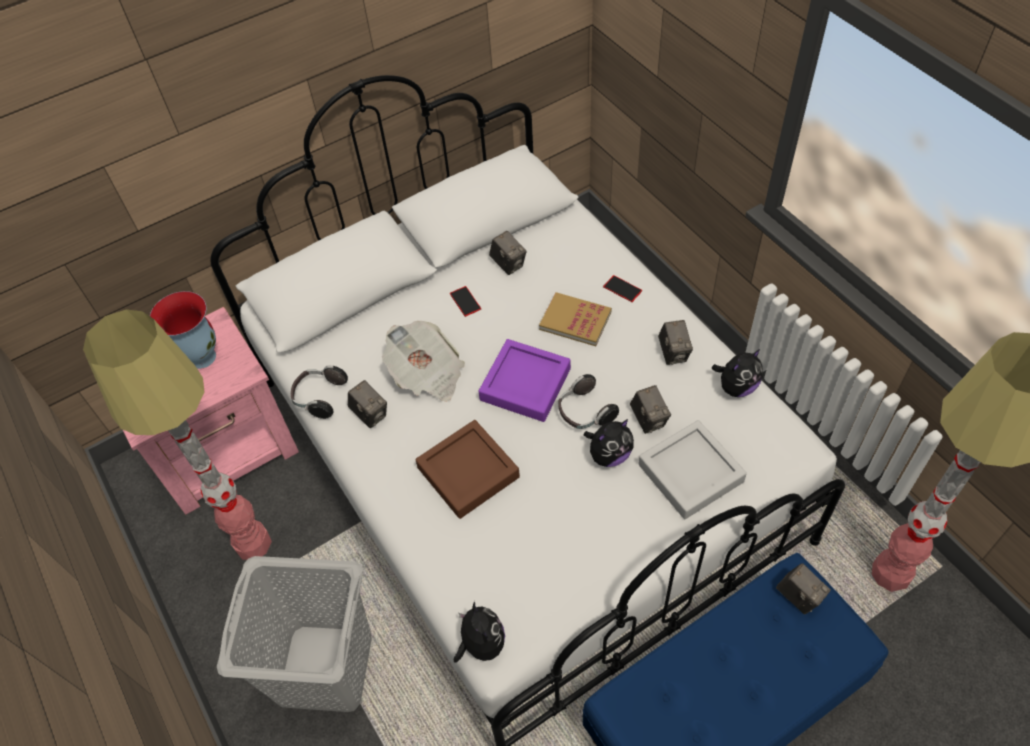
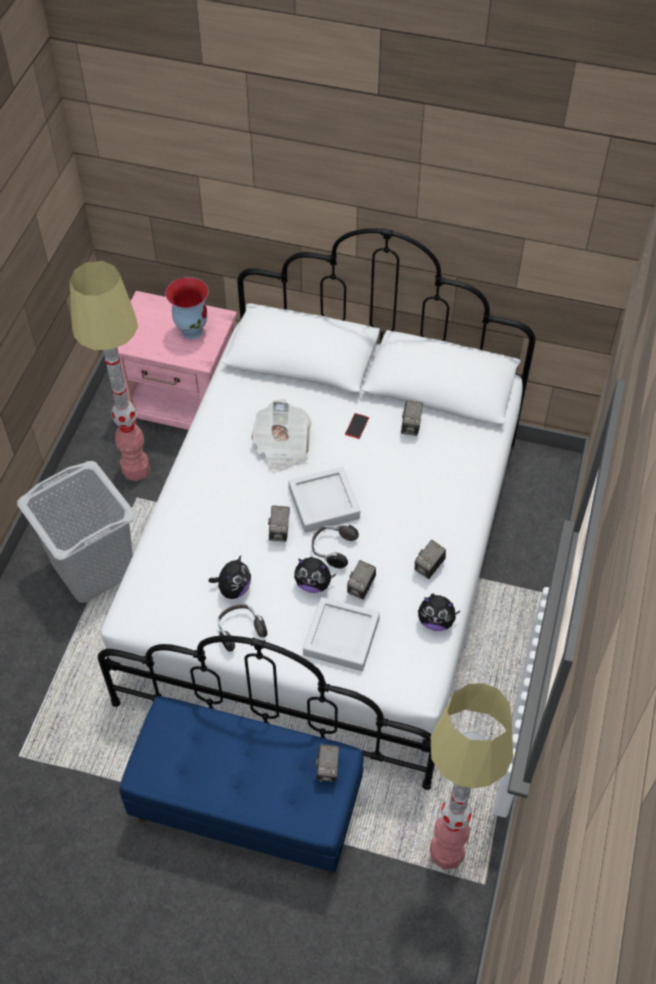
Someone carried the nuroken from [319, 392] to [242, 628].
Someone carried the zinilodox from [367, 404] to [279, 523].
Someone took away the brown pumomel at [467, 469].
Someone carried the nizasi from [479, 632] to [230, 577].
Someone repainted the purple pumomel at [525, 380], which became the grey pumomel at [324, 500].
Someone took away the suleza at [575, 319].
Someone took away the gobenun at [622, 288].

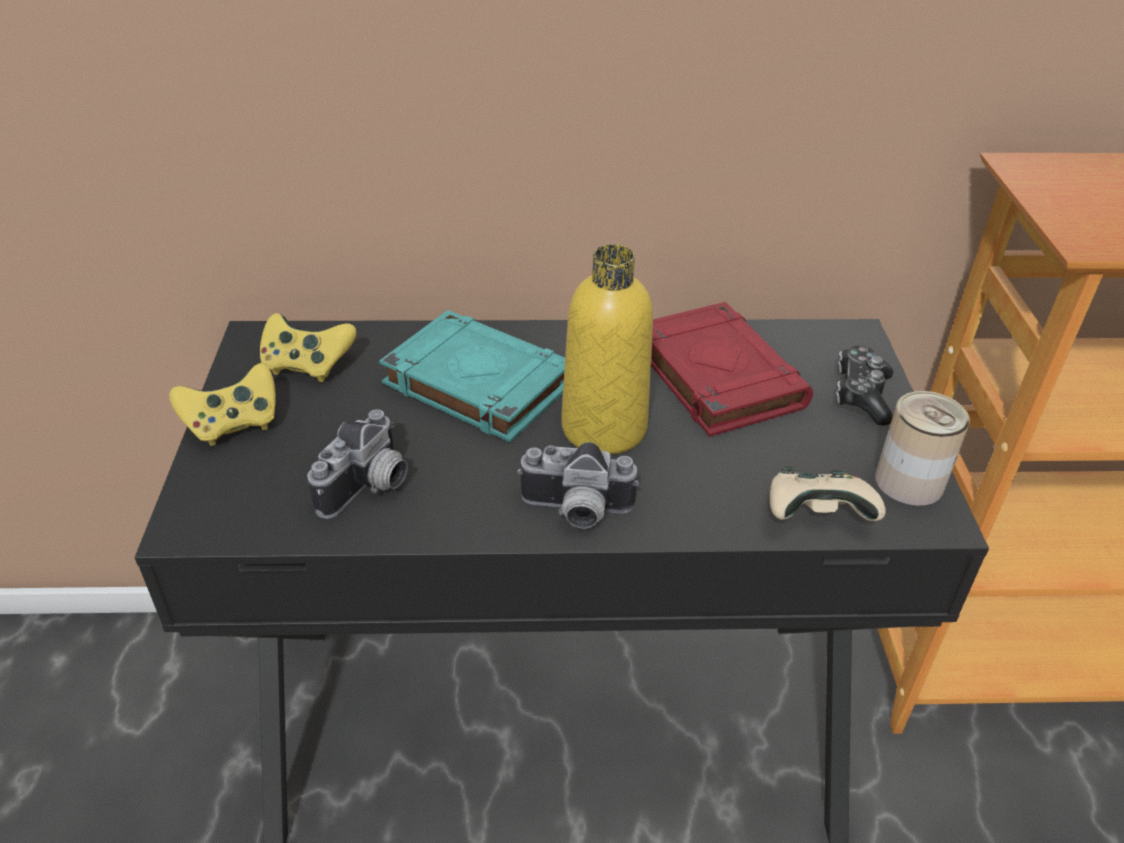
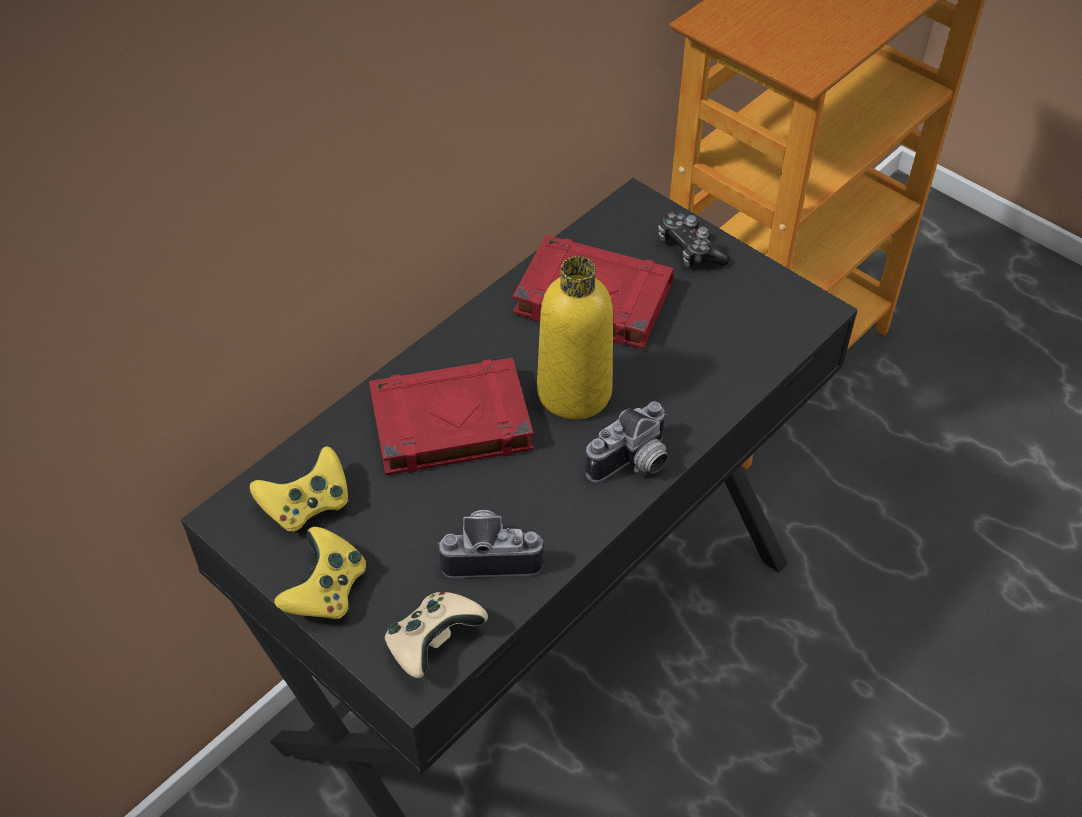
Someone rotated the zinilodox at [357, 464] by 75 degrees counterclockwise.
Someone repainted the turquoise suleza at [472, 376], which became the red suleza at [451, 416].
Someone carried the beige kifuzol from [828, 493] to [436, 635].
Someone took away the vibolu at [922, 448].

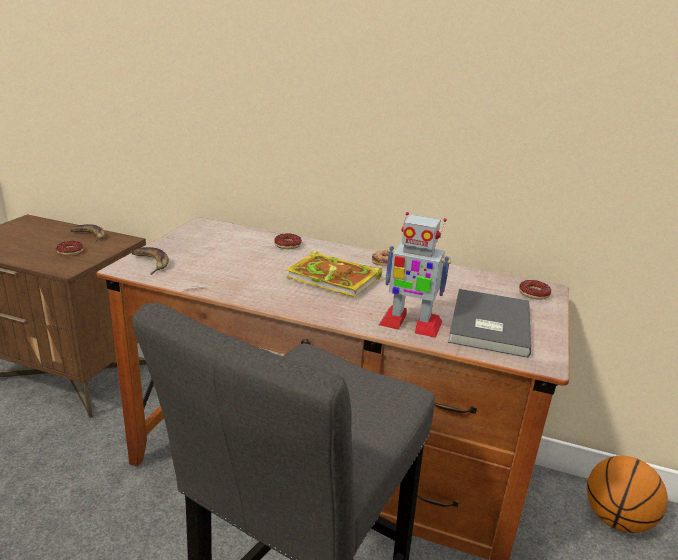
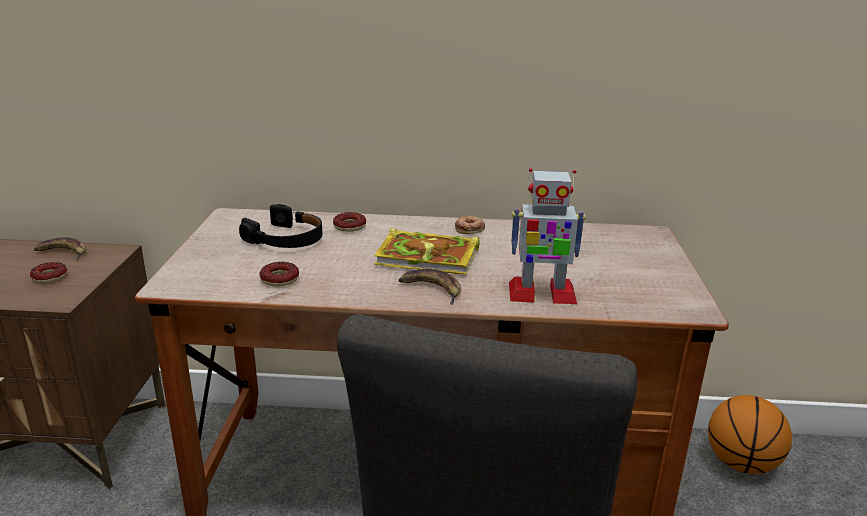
Someone carried the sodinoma from [150, 261] to [429, 287].
Someone took away the grey suleza at [489, 323].
Someone carried the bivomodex from [535, 290] to [279, 274].
Someone put down the black nuroken at [280, 226].

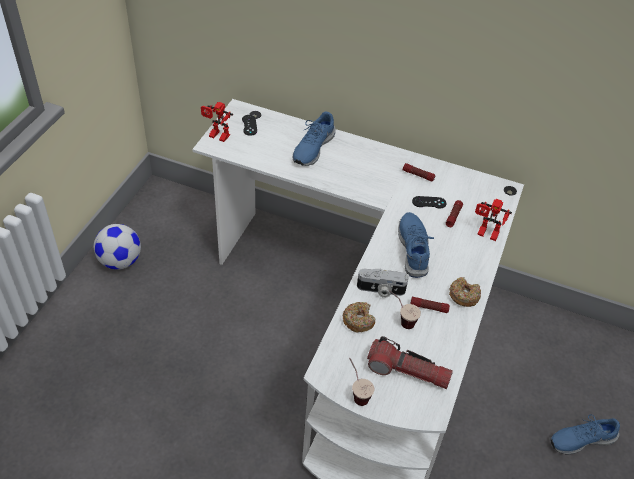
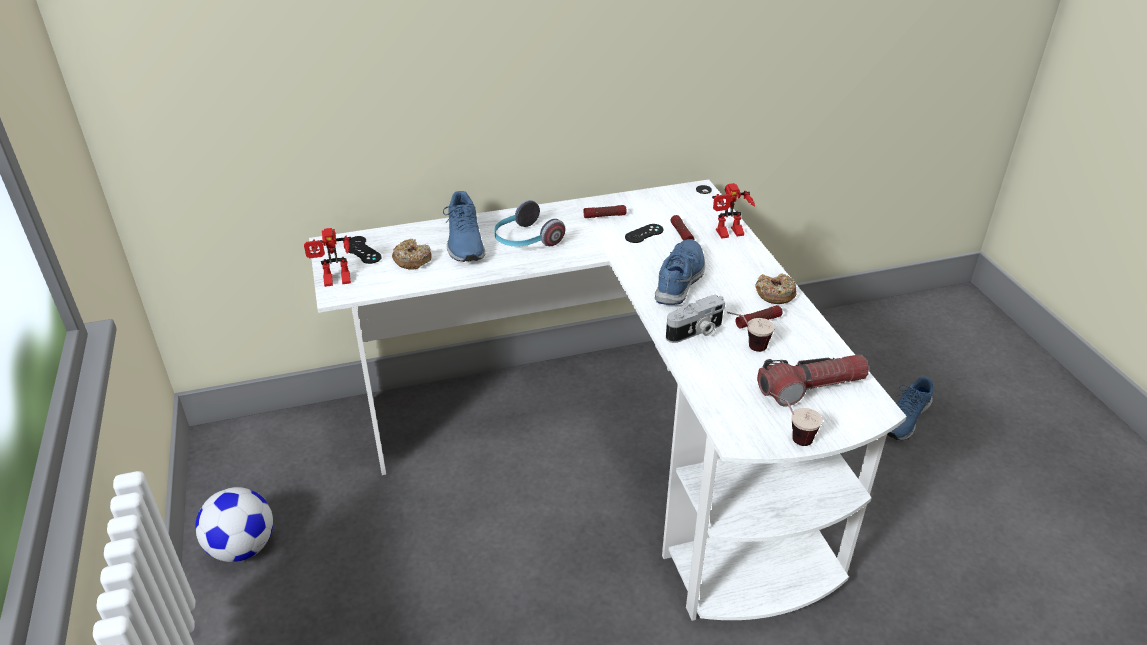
Someone carried the bivomodex from [359, 317] to [411, 254].
Someone rotated the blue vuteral at [416, 245] by 60 degrees clockwise.
Someone put down the nuroken at [529, 223].

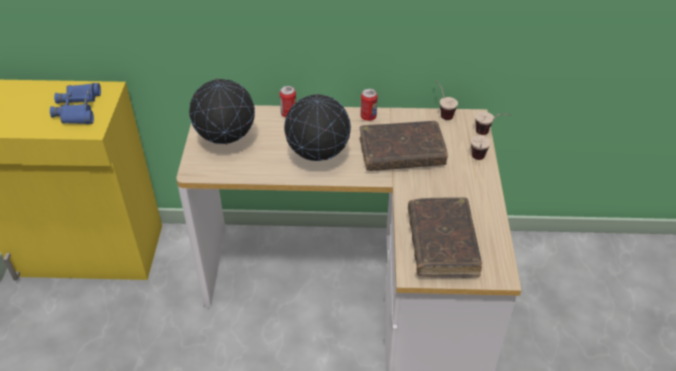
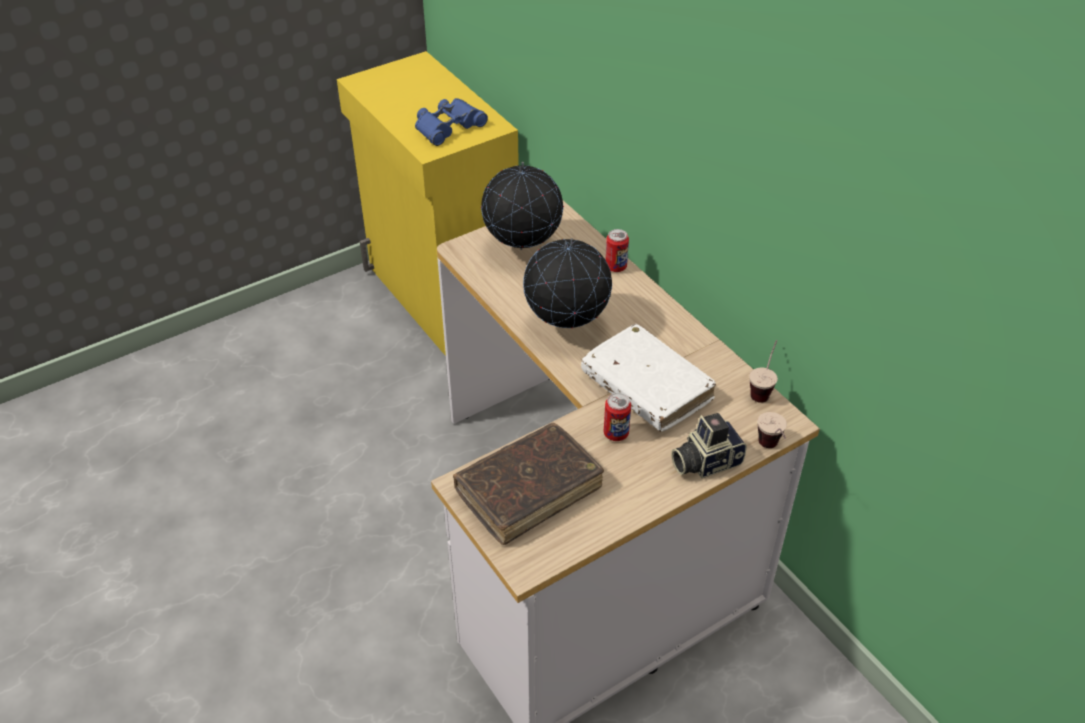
Someone carried the vibolu from [369, 105] to [617, 417].
Someone repainted the brown suleza at [404, 146], which became the white suleza at [648, 378].
Someone swapped the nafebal at [481, 148] for the zinilodox at [709, 445].

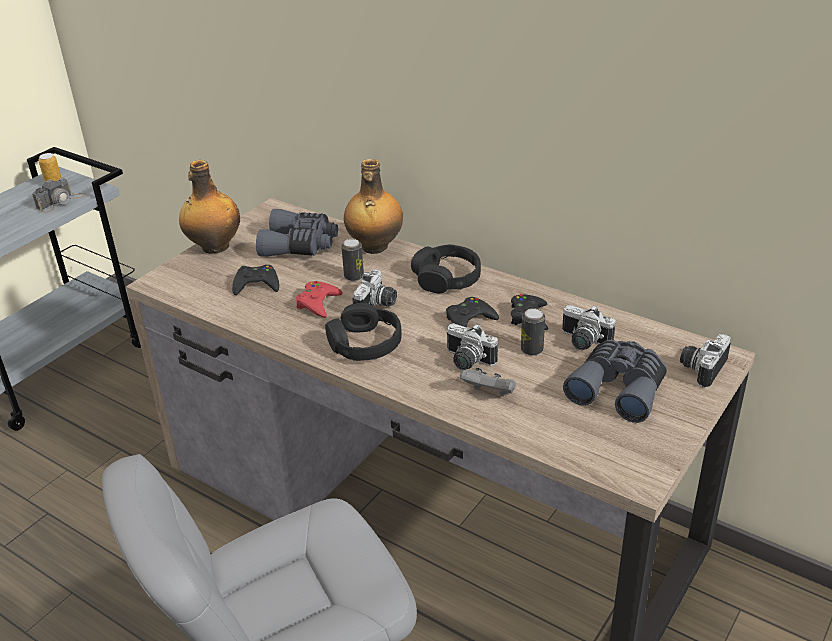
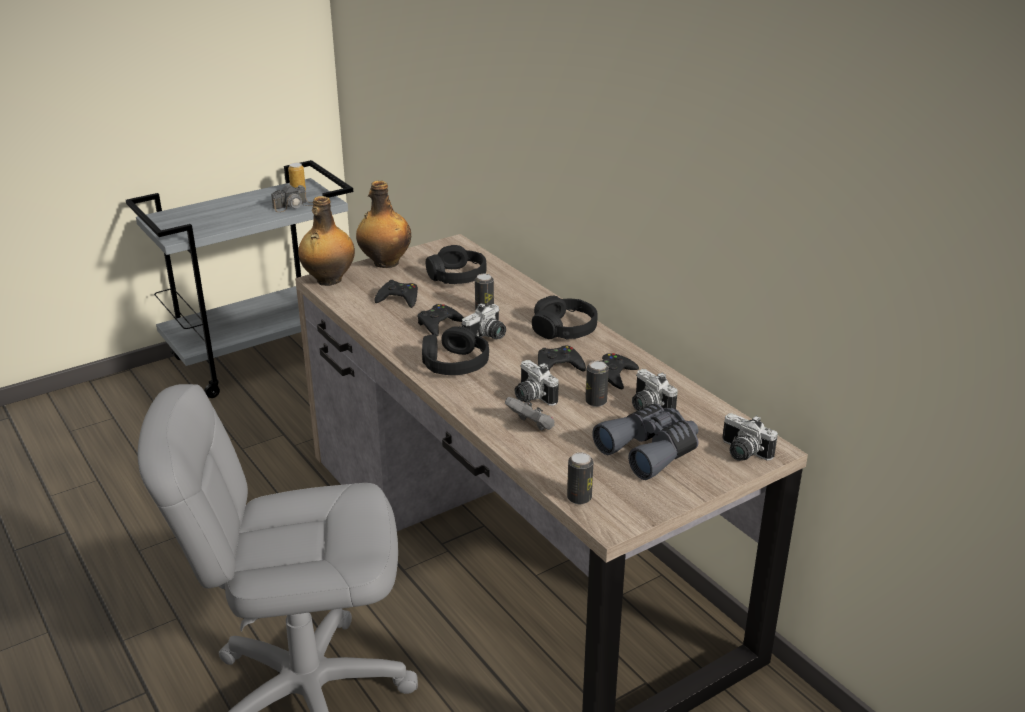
Someone swapped the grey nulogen at [297, 233] for the black nuroken at [456, 264].
Someone repainted the red kifuzol at [319, 299], which became the black kifuzol at [440, 320].
Someone carried the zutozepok from [373, 206] to [326, 241].
Someone rotated the zinilodox at [705, 361] by 105 degrees counterclockwise.
Someone put down the vibolu at [580, 478].

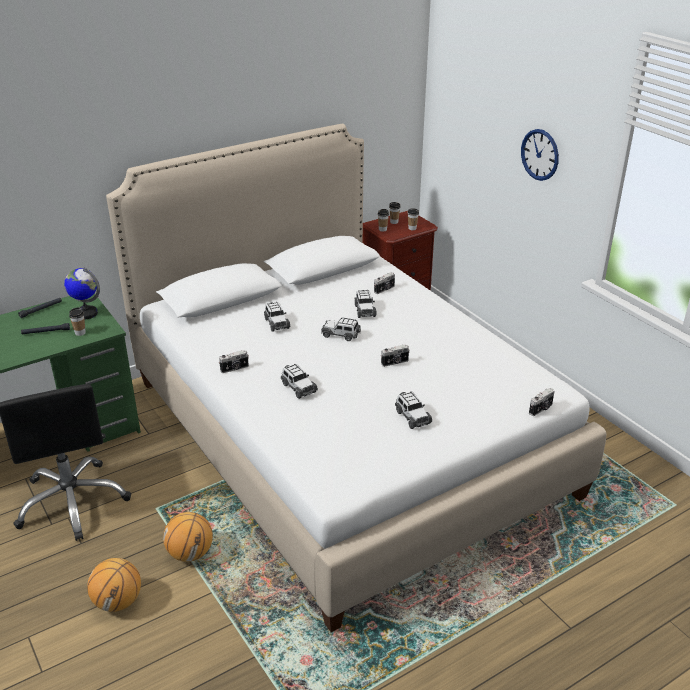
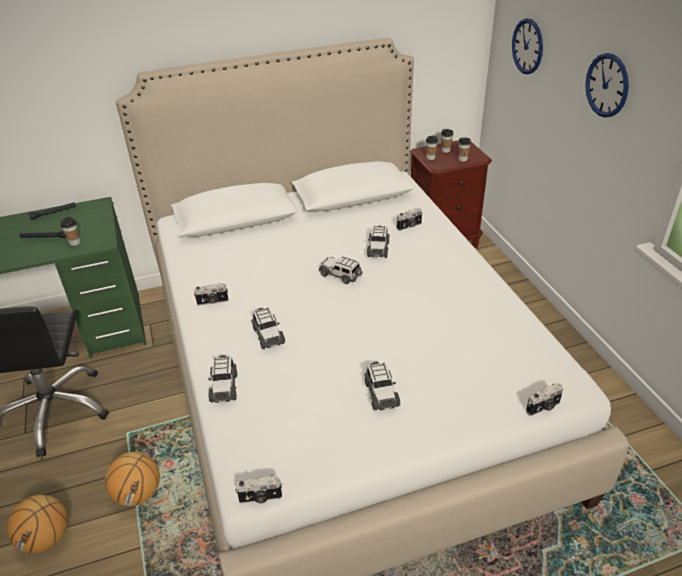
Someone took away the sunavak at [82, 294].
Someone carried the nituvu from [277, 317] to [222, 379].
Someone carried the zinilodox from [395, 355] to [258, 489].
Someone put up the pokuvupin at [527, 46].

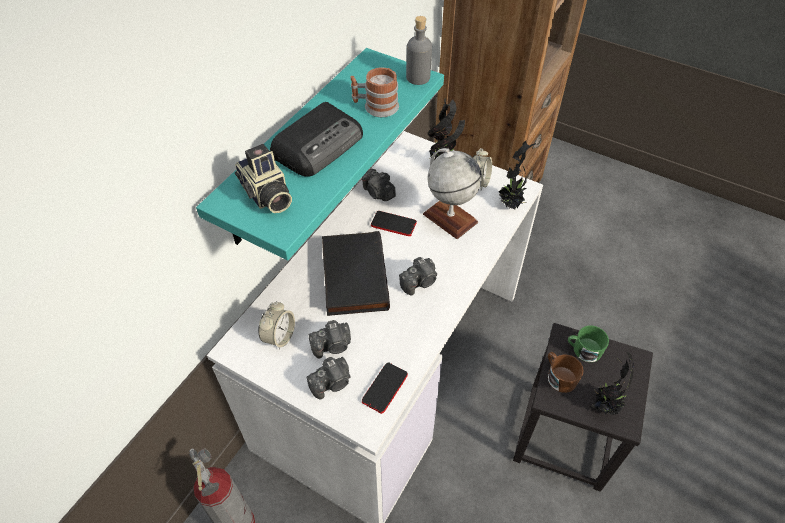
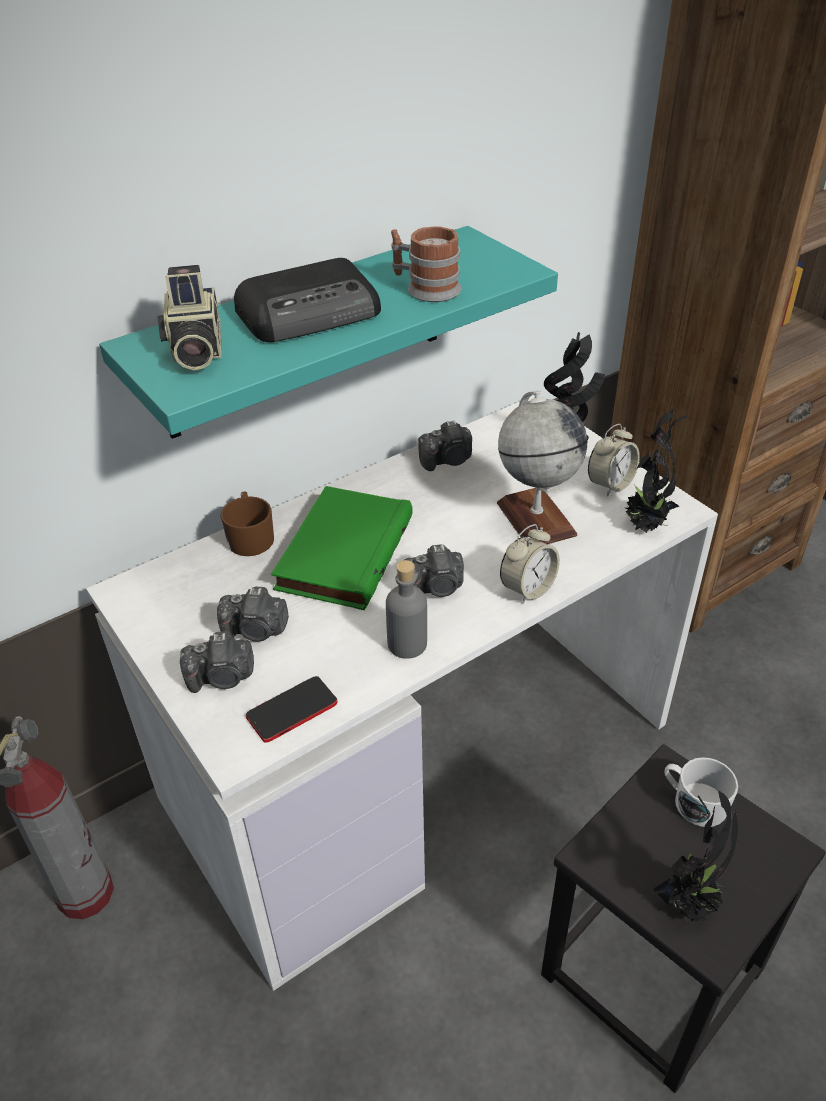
Someone carried the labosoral from [276, 325] to [530, 564].
Someone repainted the black suleza at [356, 273], which became the green suleza at [342, 548].
Someone rotated the zinilodox at [379, 185] by 90 degrees counterclockwise.
Someone took away the gobenun at [394, 223].
Someone carried the grey zutozepok from [419, 50] to [406, 609].
Someone carried the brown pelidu from [566, 372] to [247, 524].
Someone repainted the green pelidu at [588, 344], which became the white pelidu at [701, 792].

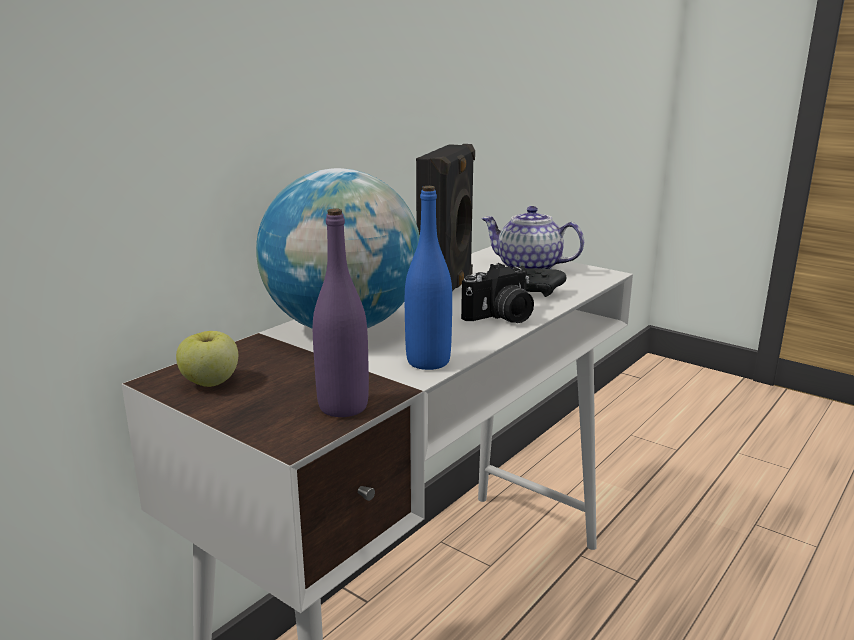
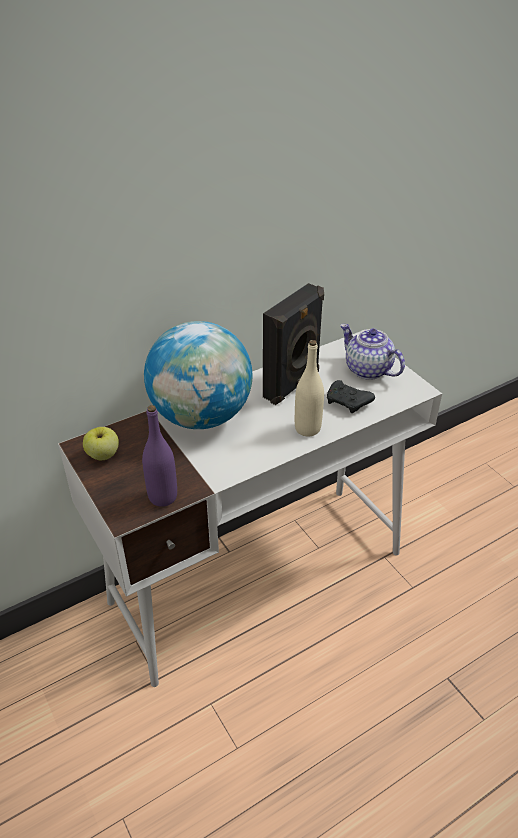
Someone took away the blue zutozepok at [428, 278].
Someone swapped the zinilodox at [497, 293] for the beige zutozepok at [309, 388].

